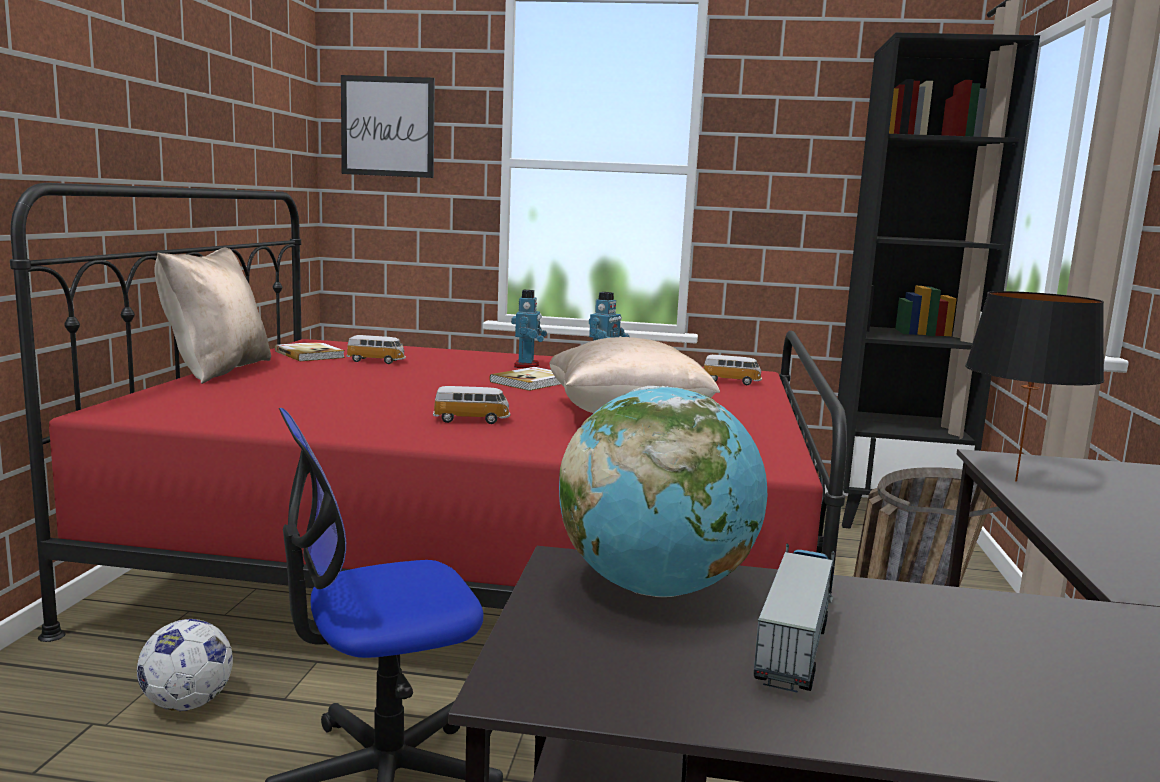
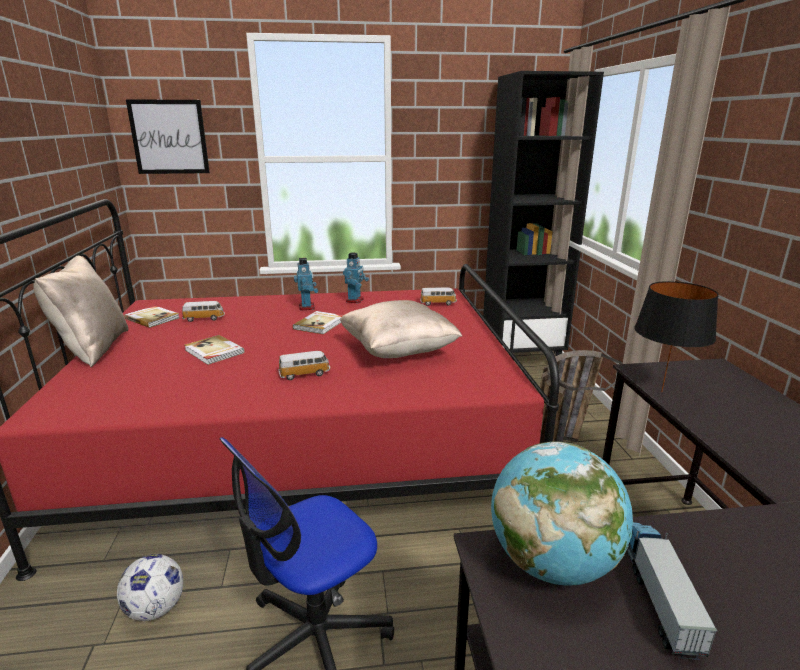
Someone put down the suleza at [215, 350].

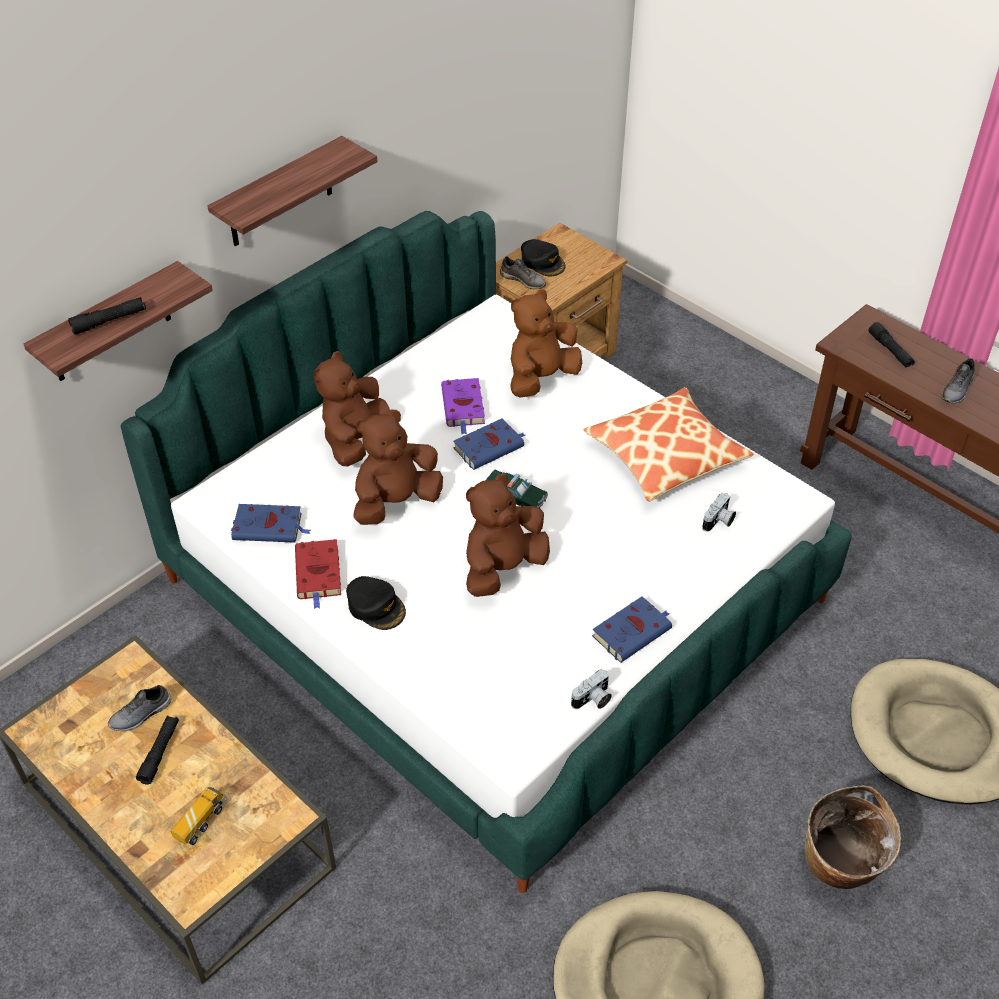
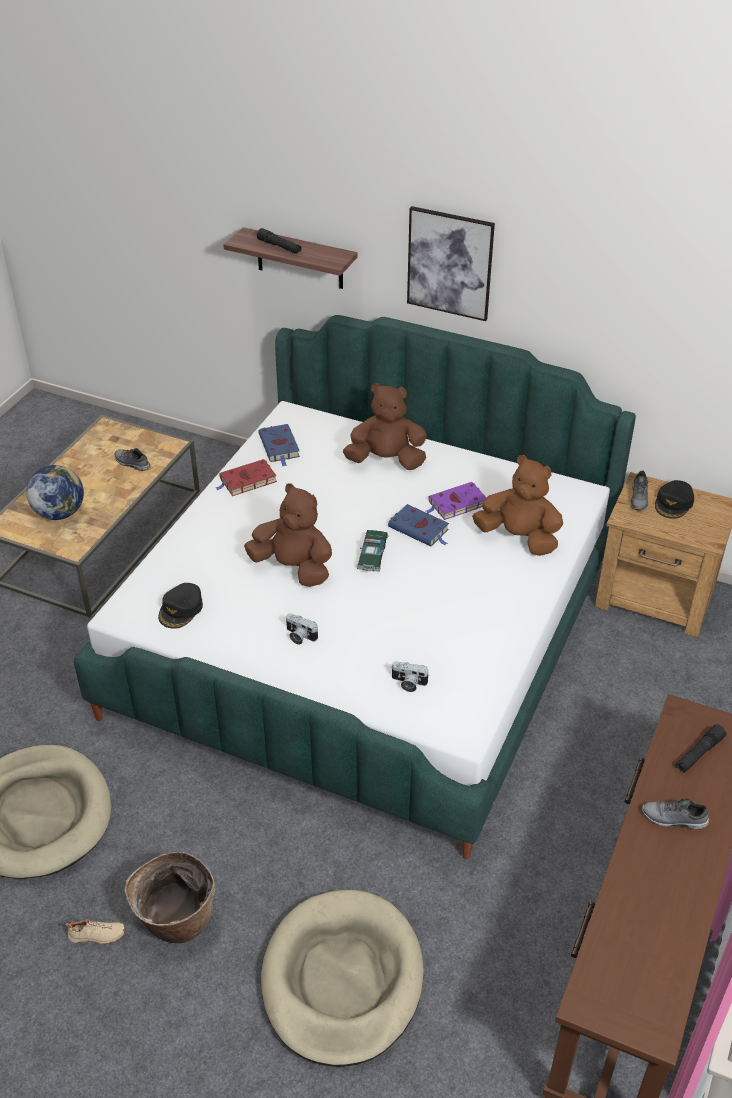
Someone took away the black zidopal at [157, 750].
Someone swapped the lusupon at [198, 816] for the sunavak at [55, 492].
Someone swapped the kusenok at [292, 191] for the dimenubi at [451, 263].
Someone carried the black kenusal from [376, 603] to [180, 606].
Someone took away the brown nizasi at [398, 467].
Someone carried the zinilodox from [591, 689] to [302, 629].
Someone took away the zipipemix at [669, 444].
Someone took away the blue suleza at [632, 629].
Someone put down the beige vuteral at [95, 932].

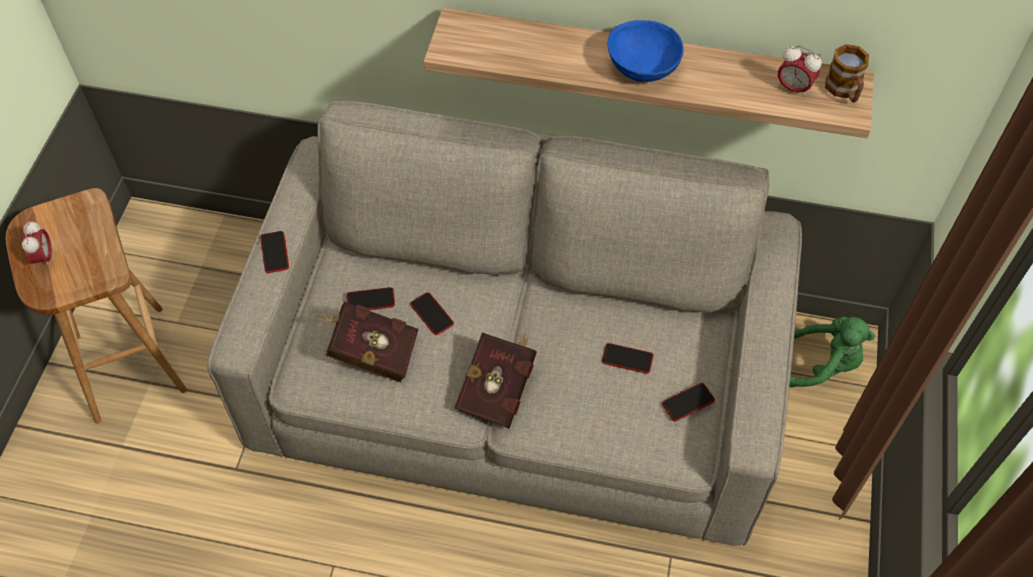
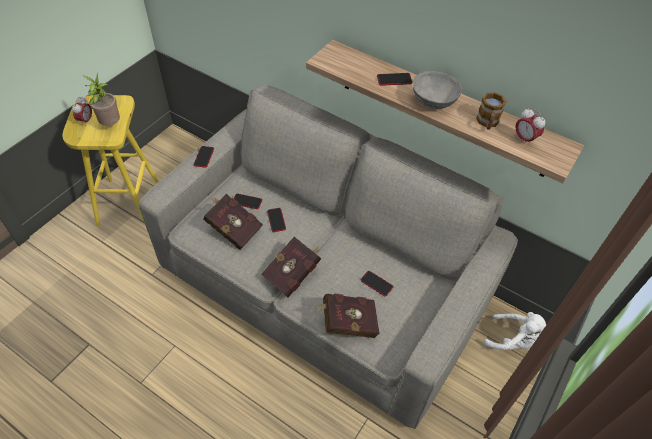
Someone repainted the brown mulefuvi at [96, 305], which became the yellow mulefuvi at [111, 160].
Someone repainted the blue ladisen at [645, 51], which became the grey ladisen at [437, 90].
Someone carried the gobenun from [688, 402] to [394, 79].
Someone repainted the green nizasi at [832, 352], which became the white nizasi at [515, 331].
Someone carried the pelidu from [847, 73] to [491, 111].
Someone put down the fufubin at [101, 100].
Someone put down the red suleza at [347, 316].

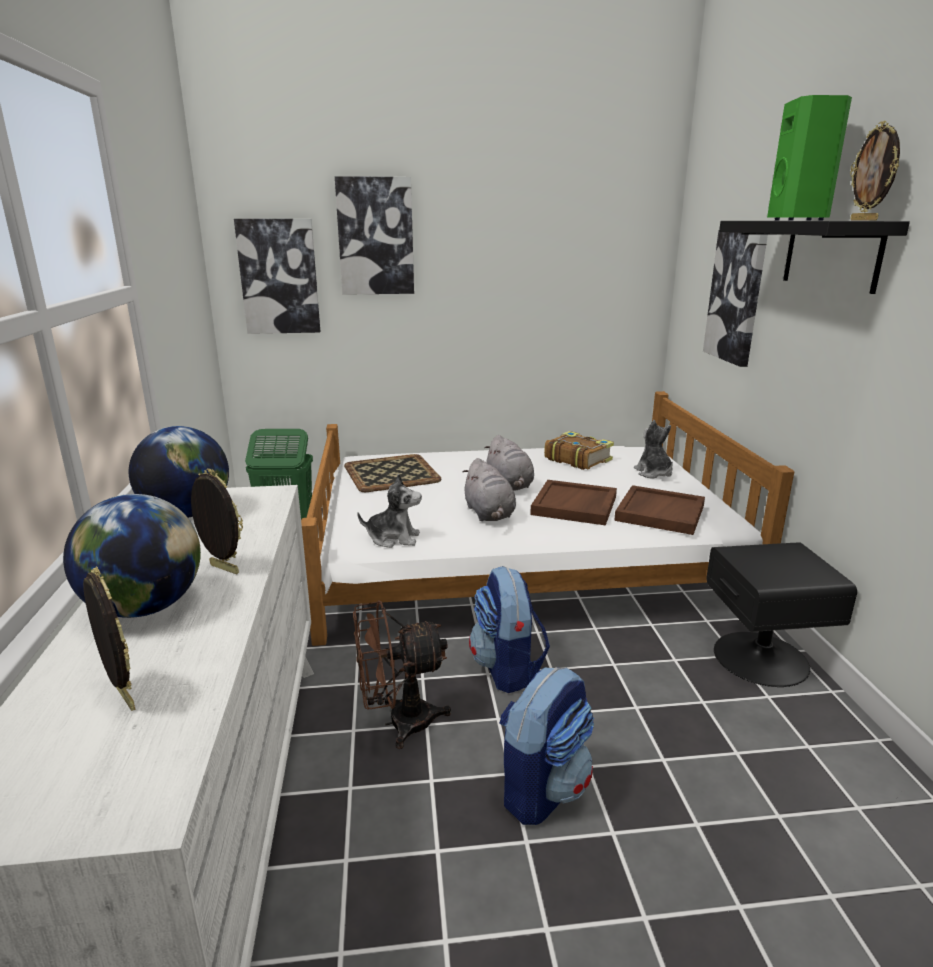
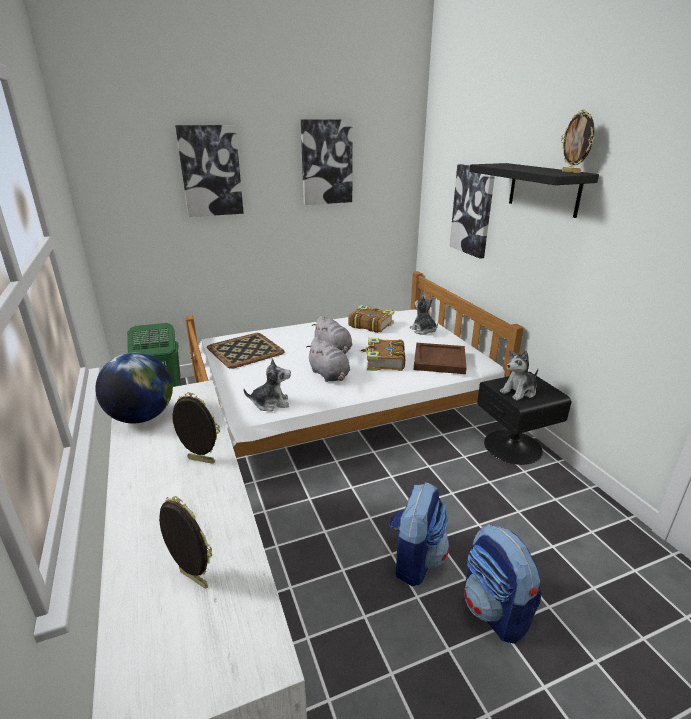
Someone took away the sunavak at [132, 556].
Someone carried the dimenubi from [277, 276] to [327, 162].
Someone took away the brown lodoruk at [402, 674].
Someone carried the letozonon from [509, 629] to [503, 584].
Someone swapped the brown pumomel at [573, 503] for the suleza at [382, 354].
Someone took away the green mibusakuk at [809, 157].
Someone put down the nizasi at [519, 375].

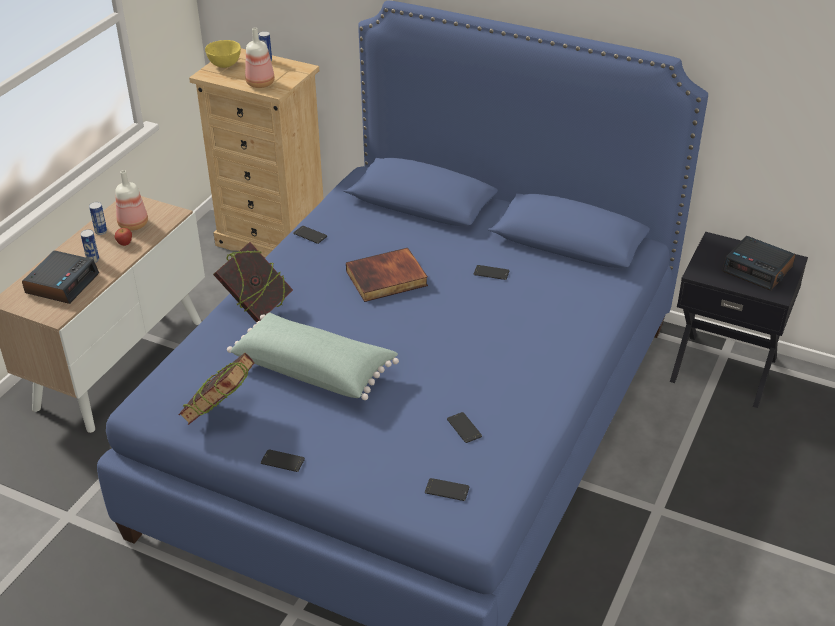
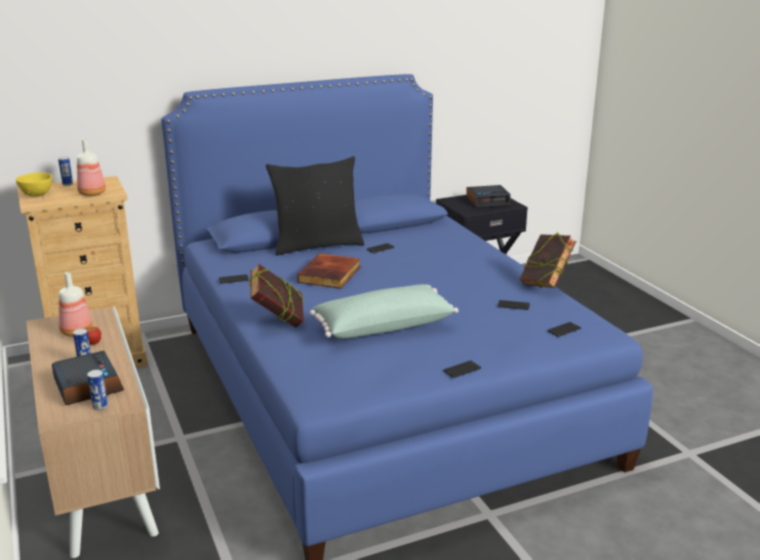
Someone carried the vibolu from [98, 218] to [97, 390].
Someone carried the suleza from [216, 389] to [547, 260].
Someone put down the black zipipemix at [315, 206].

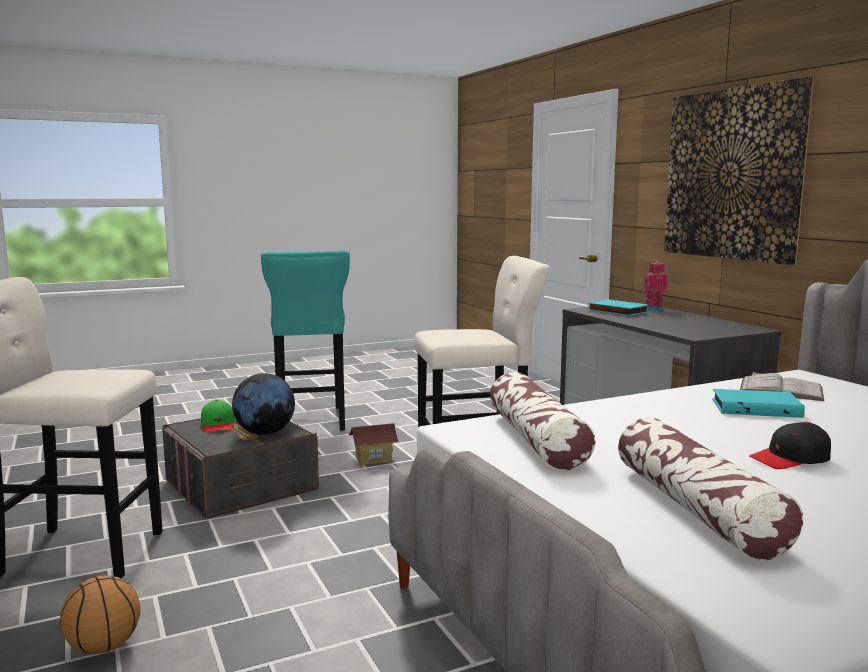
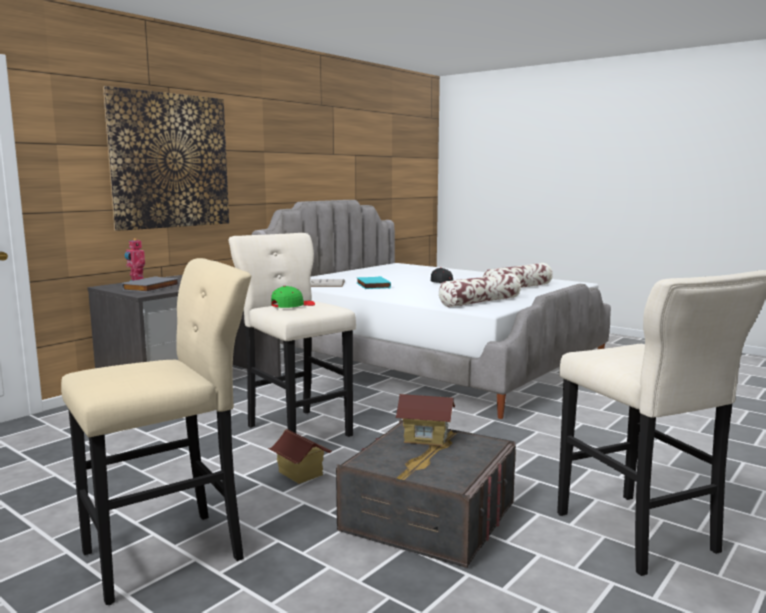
Someone took away the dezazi at [100, 614].
Someone carried the green kenusal from [217, 416] to [293, 297].
Someone swapped the sunavak at [263, 404] for the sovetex at [425, 420].
Someone repainted the turquoise mulefuvi at [305, 340], which became the beige mulefuvi at [156, 431].
Someone repainted the turquoise suleza at [618, 307], which became the grey suleza at [150, 284].

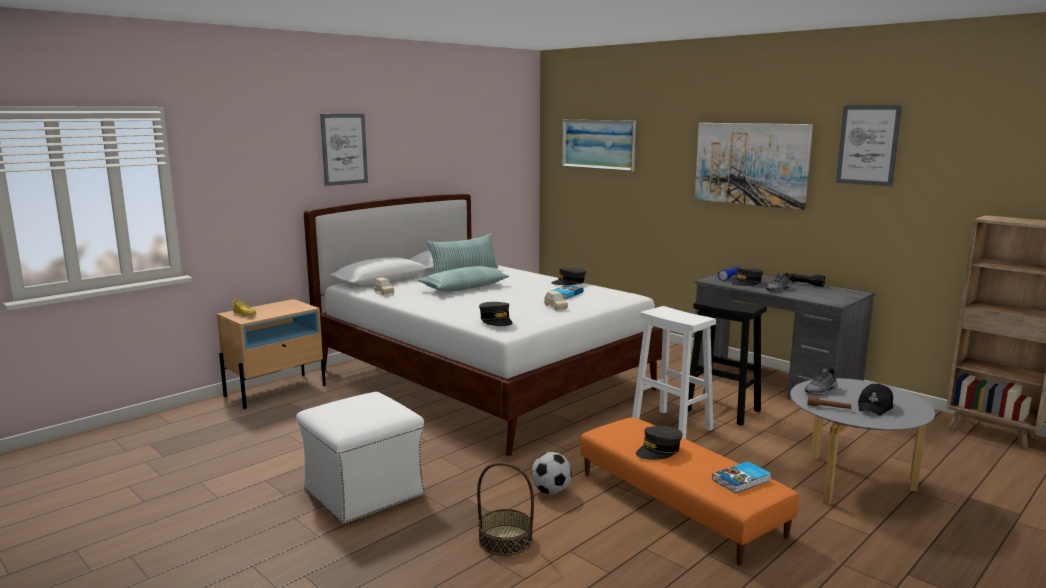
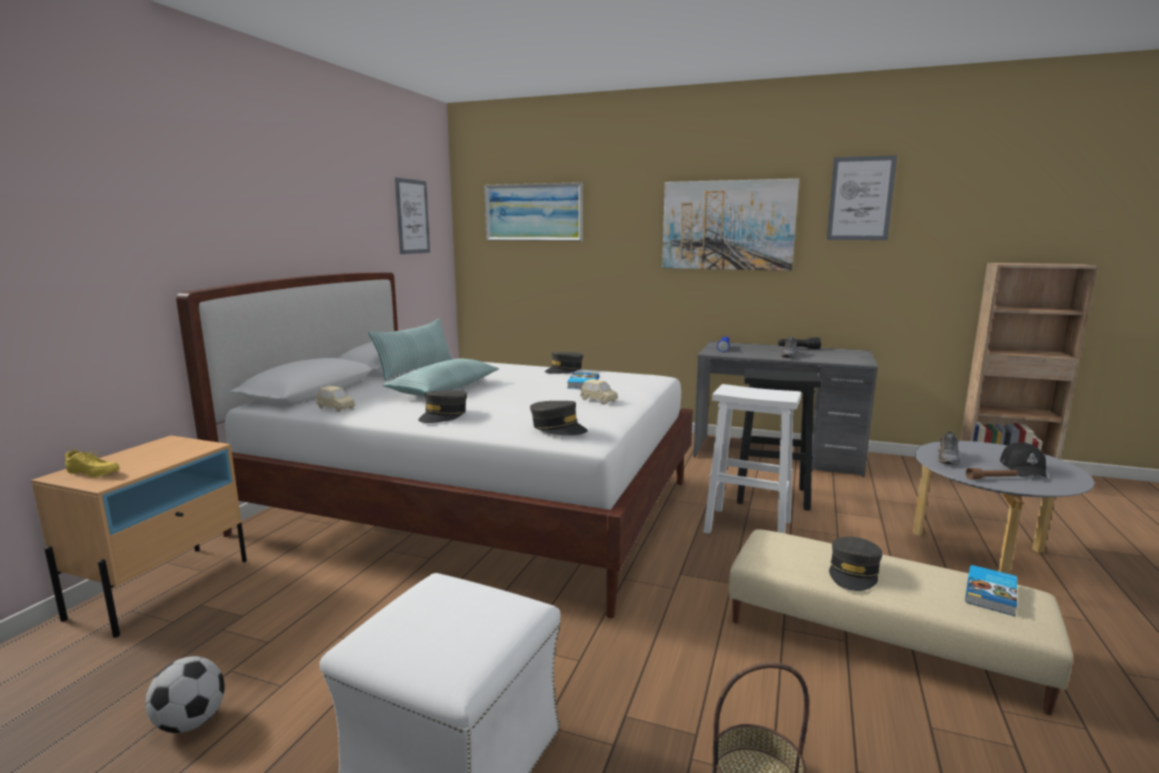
Someone carried the dimenubi from [344, 150] to [412, 216].
Someone carried the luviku from [551, 473] to [185, 694].
Someone repainted the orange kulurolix at [689, 491], which became the beige kulurolix at [901, 622].
Someone carried the grey kenusal from [747, 276] to [442, 406].

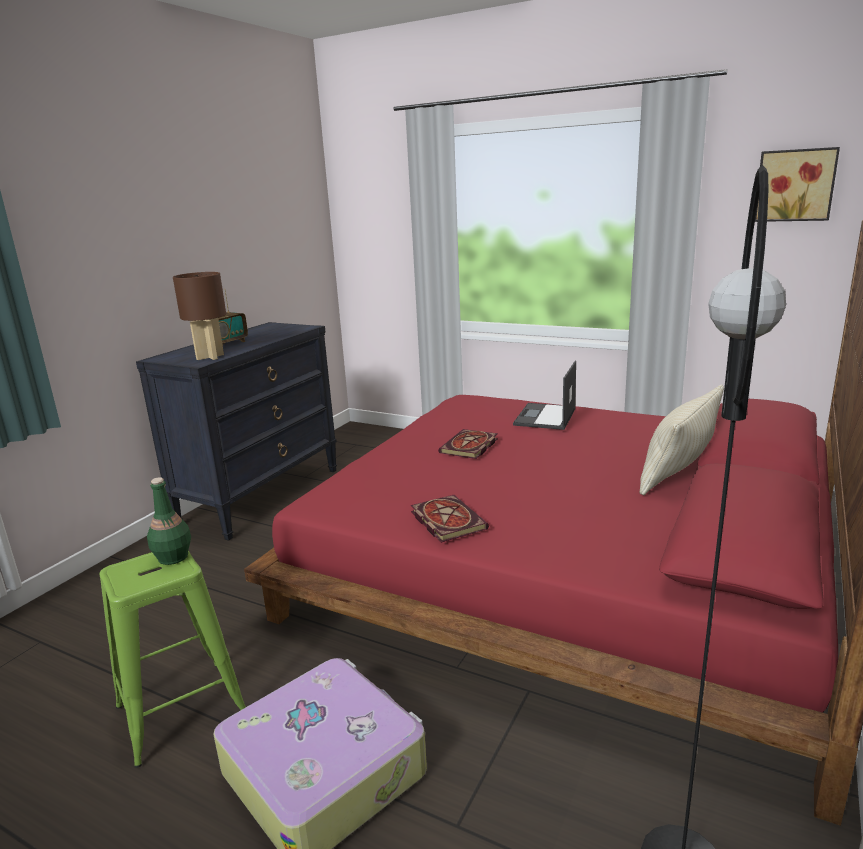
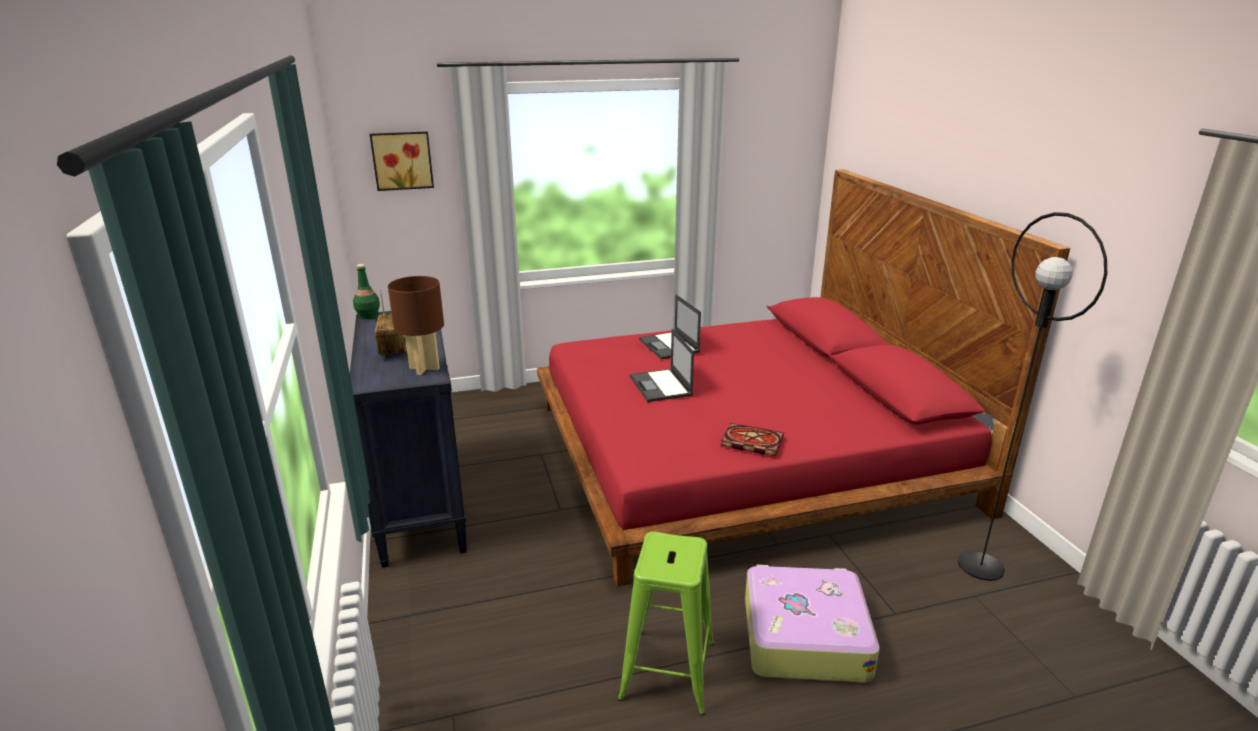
Someone carried the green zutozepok from [169, 521] to [366, 291].
Someone swapped the suleza at [468, 444] for the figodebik at [662, 365].
Someone took away the beige zipipemix at [682, 439].
Someone carried the dimenubi from [797, 184] to [402, 161].

